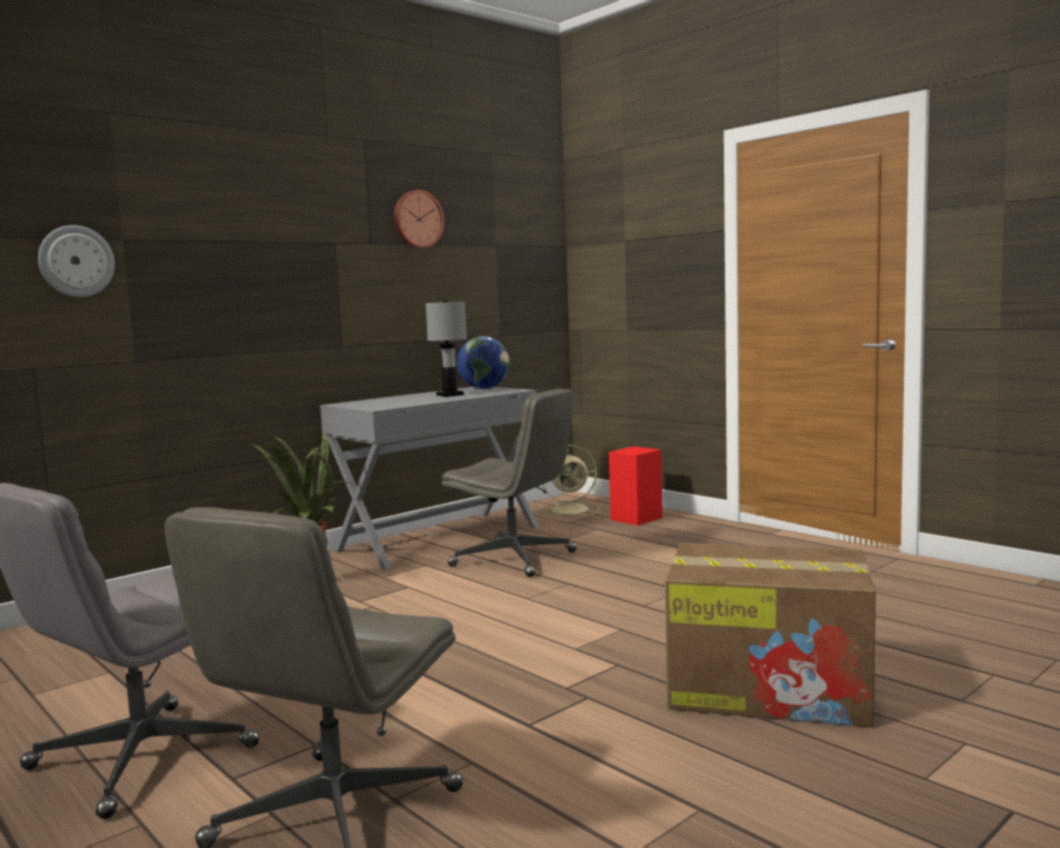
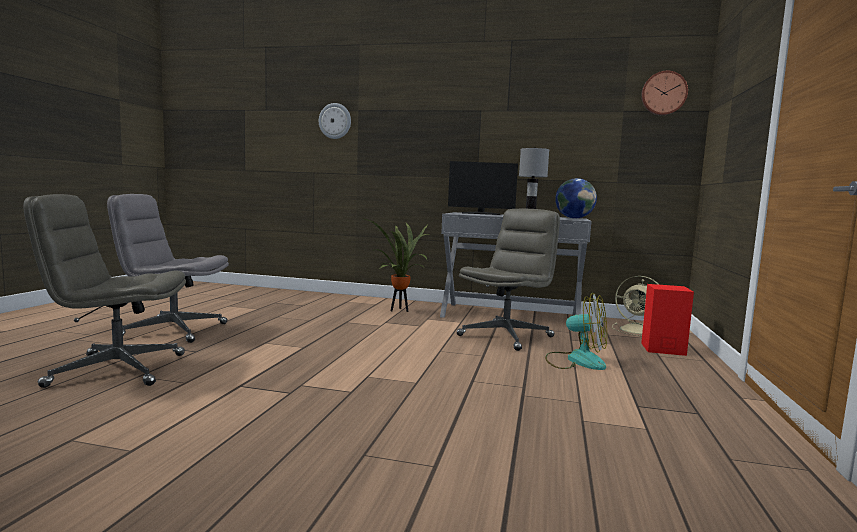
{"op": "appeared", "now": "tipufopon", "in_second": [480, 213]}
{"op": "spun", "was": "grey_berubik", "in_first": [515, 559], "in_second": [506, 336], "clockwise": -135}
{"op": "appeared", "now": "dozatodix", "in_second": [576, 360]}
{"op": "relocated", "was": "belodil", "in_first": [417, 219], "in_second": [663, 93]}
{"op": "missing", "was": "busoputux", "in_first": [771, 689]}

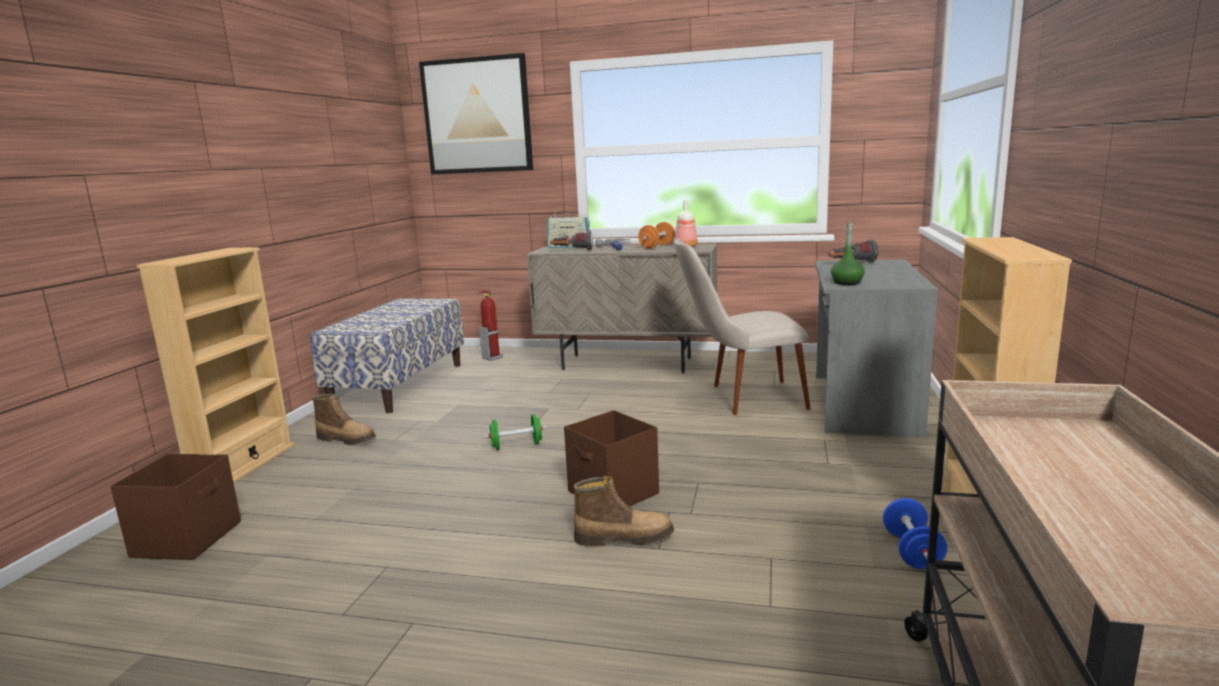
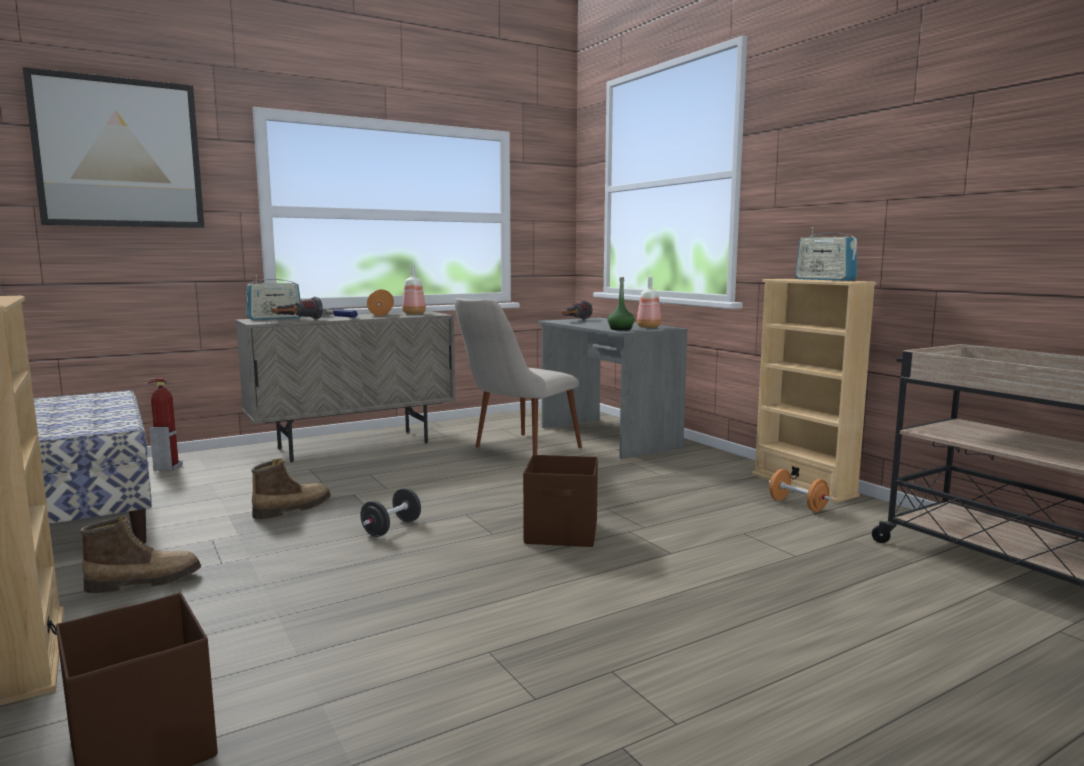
{"op": "relocated", "was": "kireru", "in_first": [624, 538], "in_second": [292, 509]}
{"op": "colour", "was": "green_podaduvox", "now": "black_podaduvox", "in_first": [517, 446], "in_second": [391, 528]}
{"op": "appeared", "now": "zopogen", "in_second": [648, 327]}
{"op": "colour", "was": "blue_podaduvox", "now": "orange_podaduvox", "in_first": [912, 551], "in_second": [797, 505]}
{"op": "appeared", "now": "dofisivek", "in_second": [824, 279]}

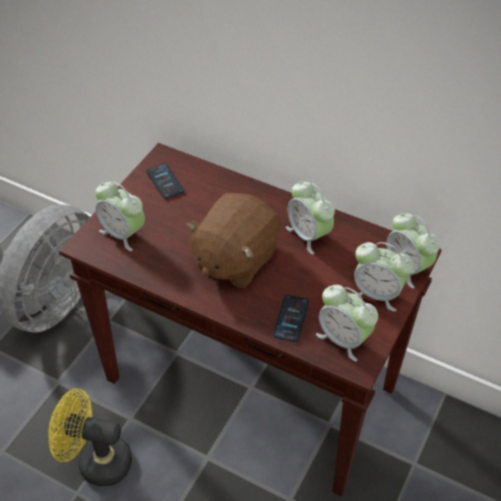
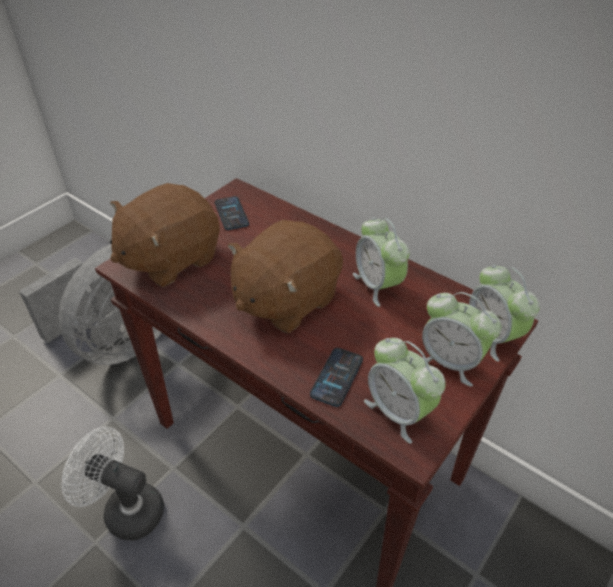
{"op": "colour", "was": "yellow_dozatodix", "now": "white_dozatodix", "in_first": [96, 461], "in_second": [126, 509]}
{"op": "exchanged", "was": "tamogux", "now": "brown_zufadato", "in_first": [123, 233], "in_second": [170, 258]}

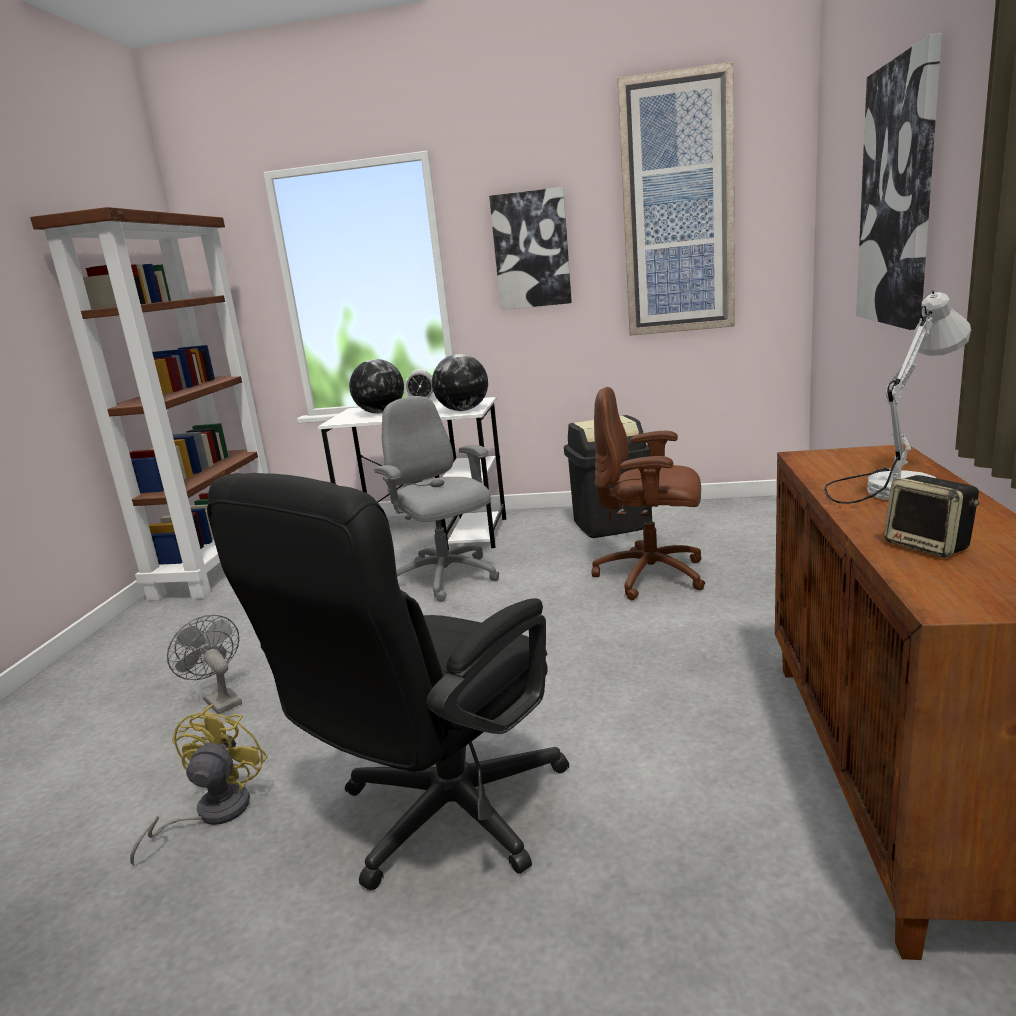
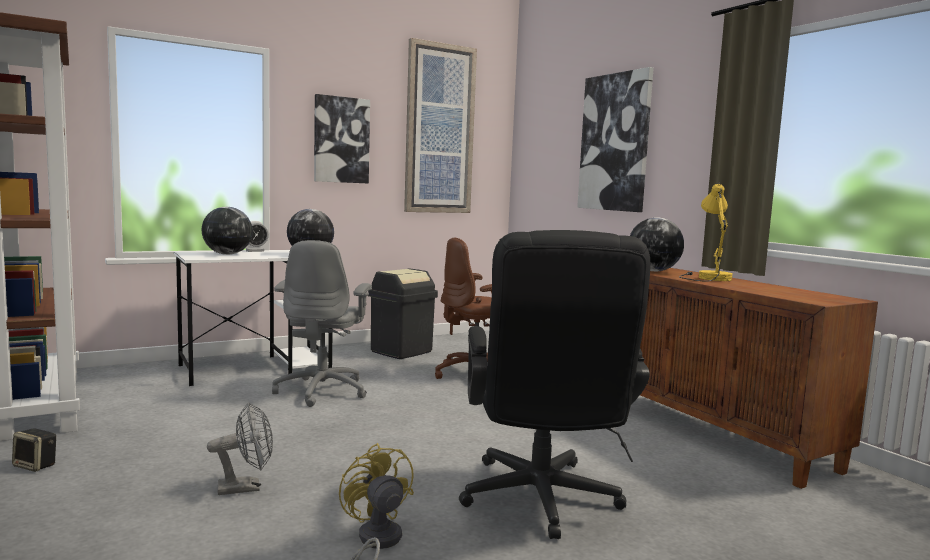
{"op": "relocated", "was": "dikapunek", "in_first": [929, 546], "in_second": [36, 465]}
{"op": "spun", "was": "grey_dozatodix", "in_first": [219, 700], "in_second": [246, 487], "clockwise": 150}
{"op": "spun", "was": "grey_berubik", "in_first": [446, 579], "in_second": [322, 391], "clockwise": -105}
{"op": "appeared", "now": "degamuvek", "in_second": [653, 271]}
{"op": "colour", "was": "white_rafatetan", "now": "yellow_rafatetan", "in_first": [888, 487], "in_second": [704, 278]}

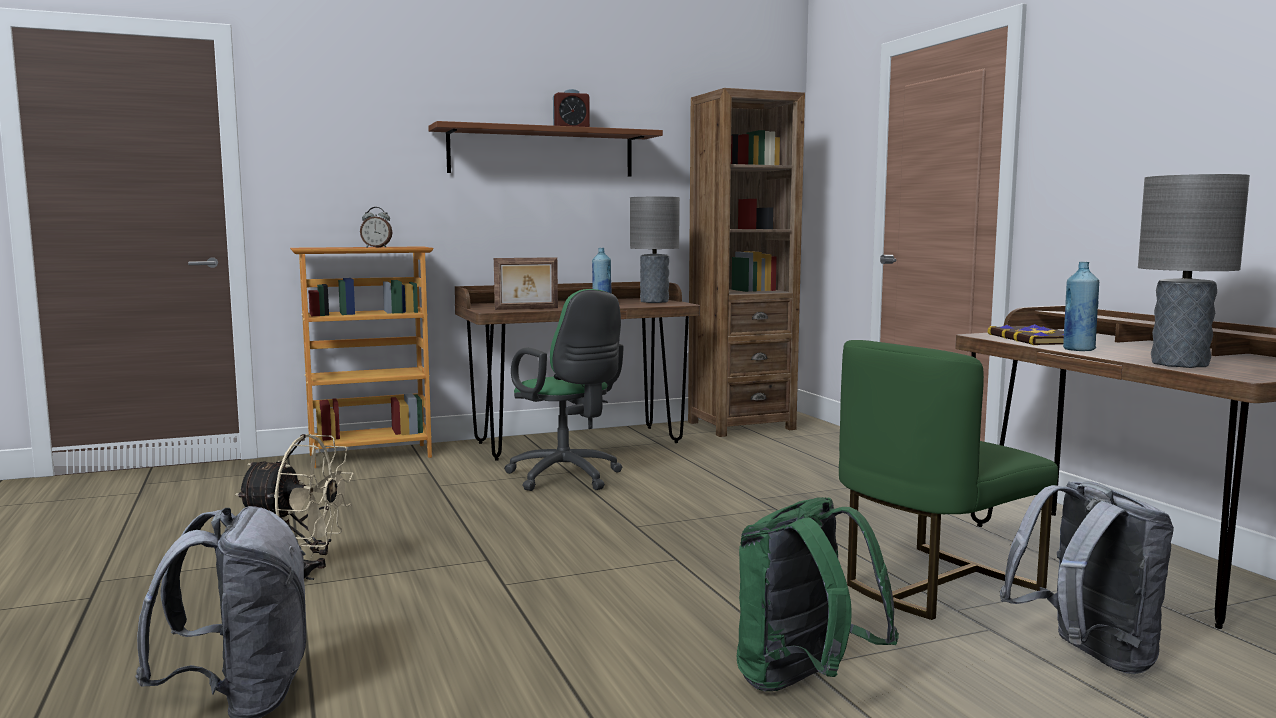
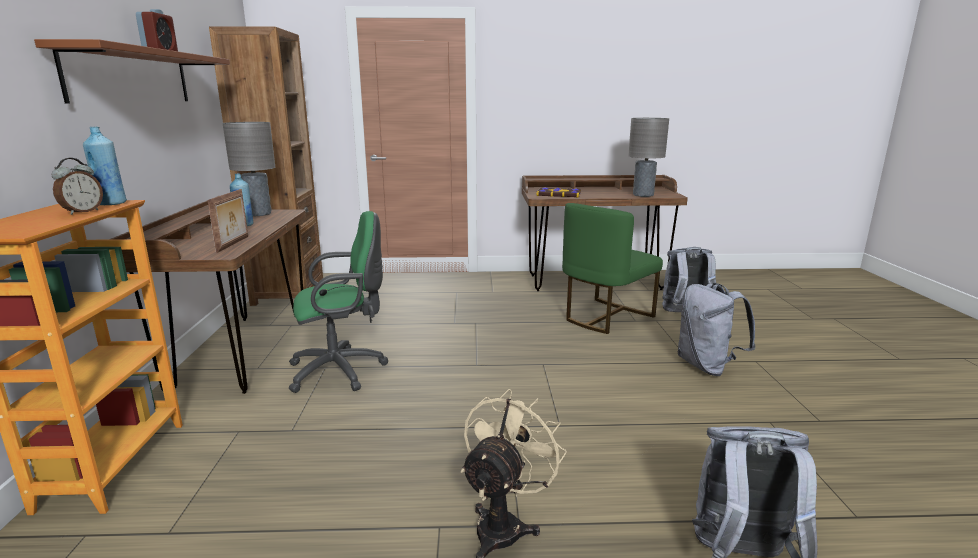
{"op": "relocated", "was": "blue_zopogen", "in_first": [1078, 350], "in_second": [112, 203]}
{"op": "spun", "was": "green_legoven", "in_first": [934, 584], "in_second": [605, 317], "clockwise": 60}
{"op": "colour", "was": "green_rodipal", "now": "grey_rodipal", "in_first": [803, 683], "in_second": [707, 366]}

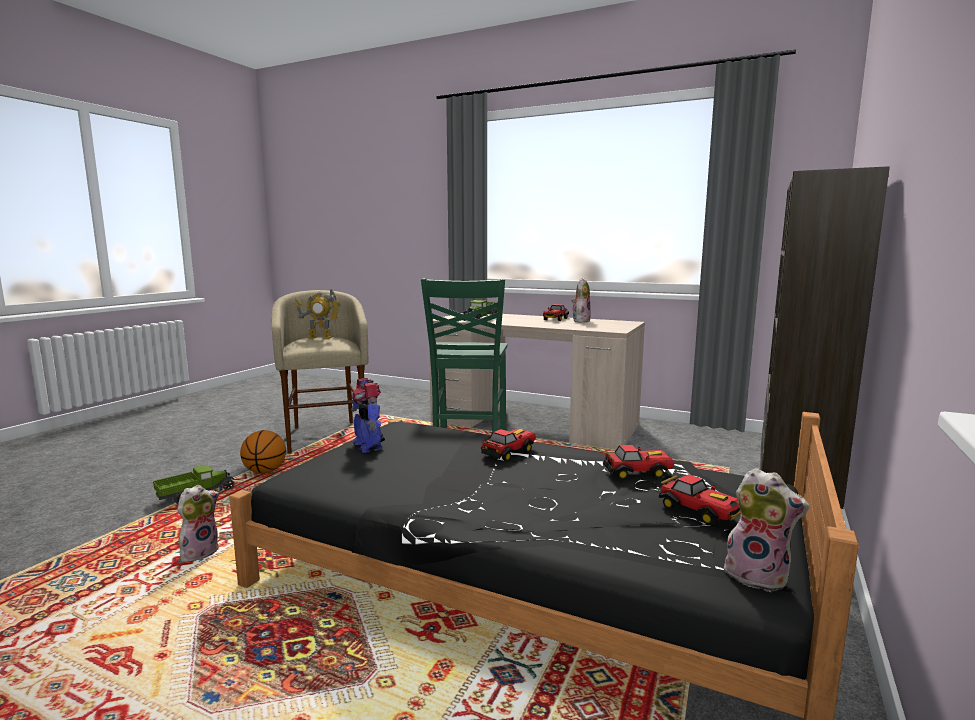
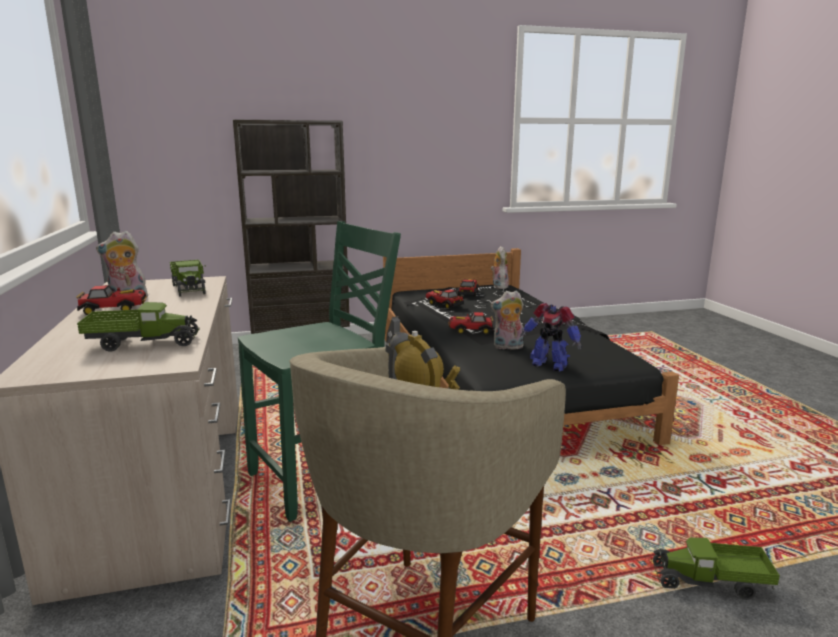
{"op": "appeared", "now": "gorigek", "in_second": [190, 288]}
{"op": "relocated", "was": "zufadato", "in_first": [200, 552], "in_second": [507, 347]}
{"op": "spun", "was": "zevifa", "in_first": [368, 445], "in_second": [549, 365], "clockwise": 105}
{"op": "missing", "was": "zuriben", "in_first": [265, 471]}

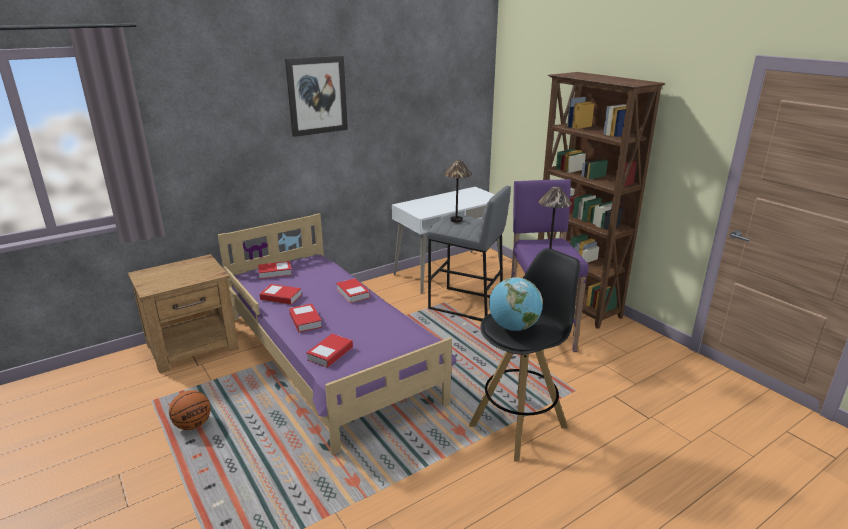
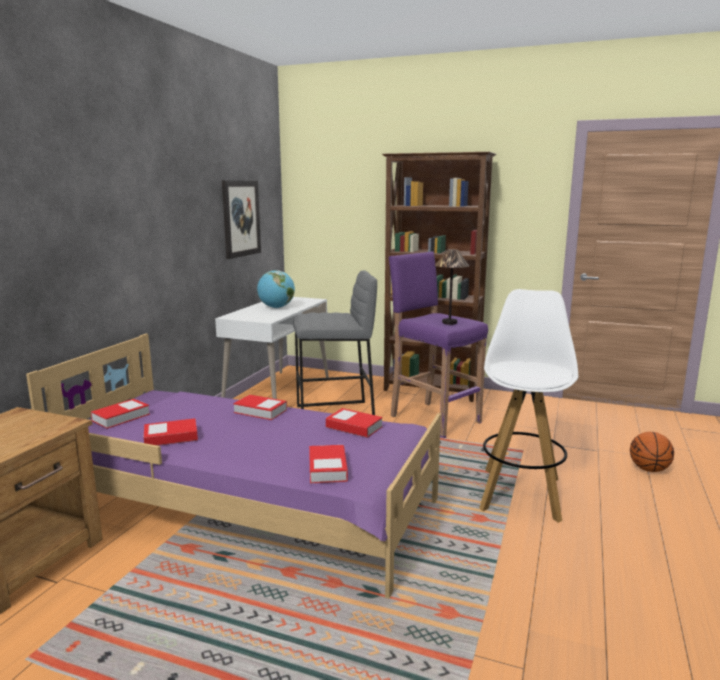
{"op": "relocated", "was": "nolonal", "in_first": [317, 95], "in_second": [241, 218]}
{"op": "relocated", "was": "degamuvek", "in_first": [513, 327], "in_second": [276, 307]}
{"op": "relocated", "was": "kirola", "in_first": [305, 321], "in_second": [354, 427]}
{"op": "colour", "was": "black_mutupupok", "now": "white_mutupupok", "in_first": [519, 425], "in_second": [520, 493]}
{"op": "relocated", "was": "zuriben", "in_first": [193, 425], "in_second": [648, 469]}
{"op": "missing", "was": "rafatetan", "in_first": [456, 220]}

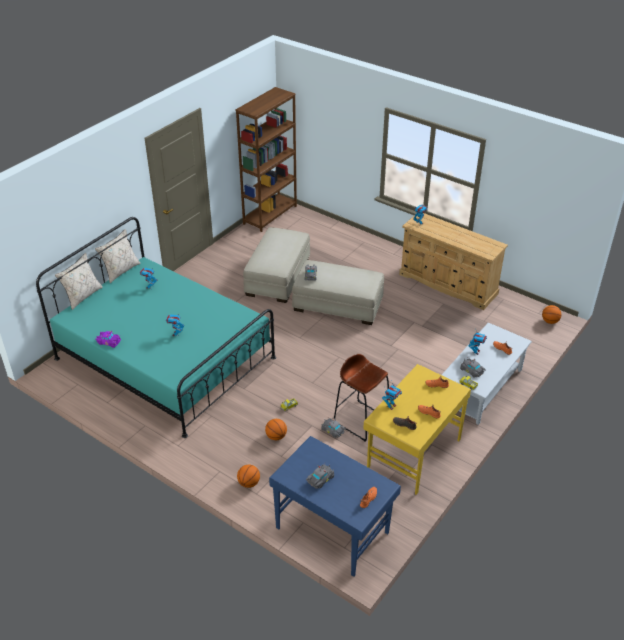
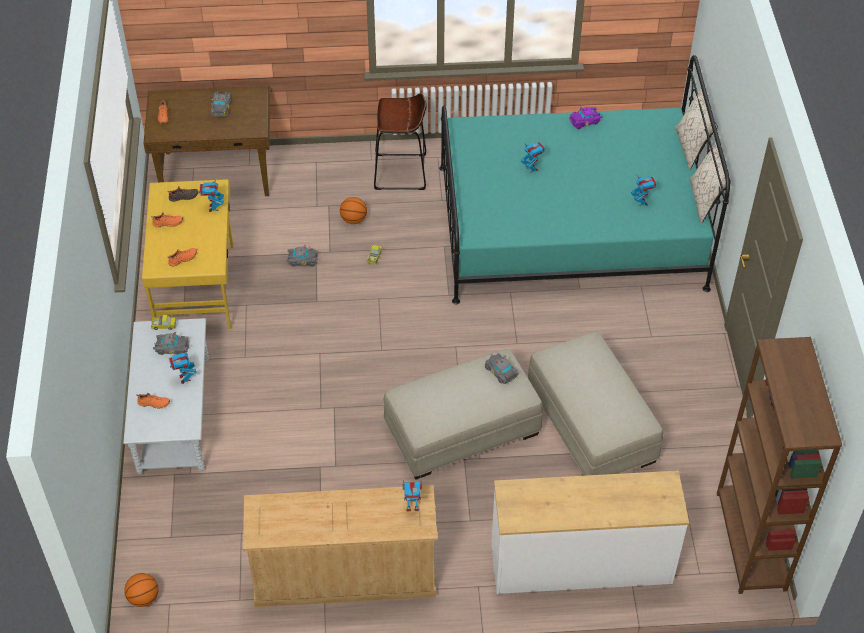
{"op": "colour", "was": "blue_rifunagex", "now": "brown_rifunagex", "in_first": [332, 529], "in_second": [217, 175]}
{"op": "relocated", "was": "brown_mutupupok", "in_first": [361, 420], "in_second": [400, 172]}
{"op": "appeared", "now": "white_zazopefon", "in_second": [581, 564]}
{"op": "missing", "was": "zuriben", "in_first": [249, 483]}

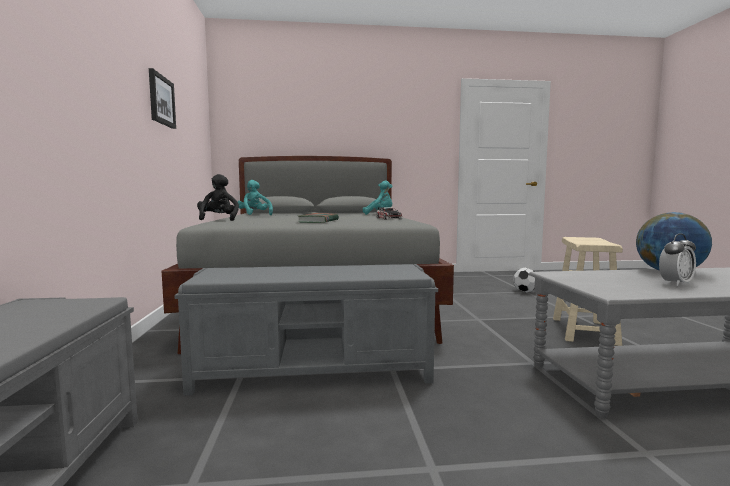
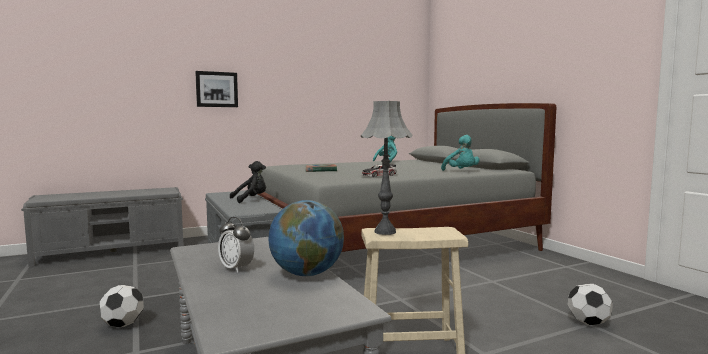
{"op": "appeared", "now": "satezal", "in_second": [123, 325]}
{"op": "relocated", "was": "nolonal", "in_first": [161, 100], "in_second": [216, 89]}
{"op": "relocated", "was": "black_zufadato", "in_first": [218, 220], "in_second": [251, 199]}
{"op": "appeared", "now": "grey_rafatetan", "in_second": [385, 232]}

